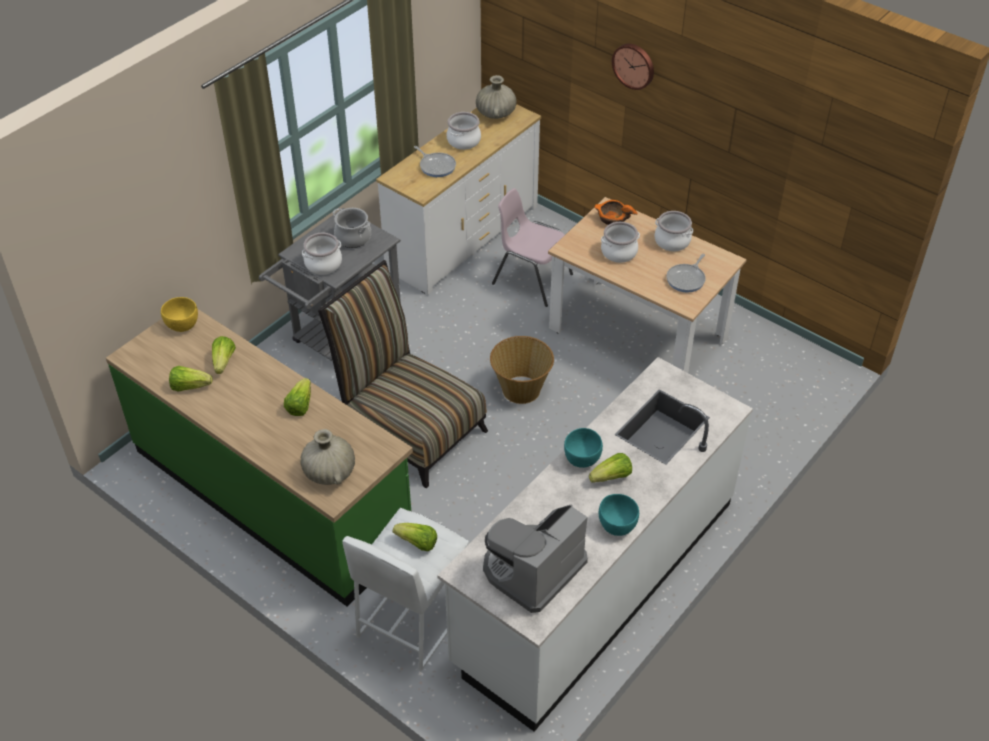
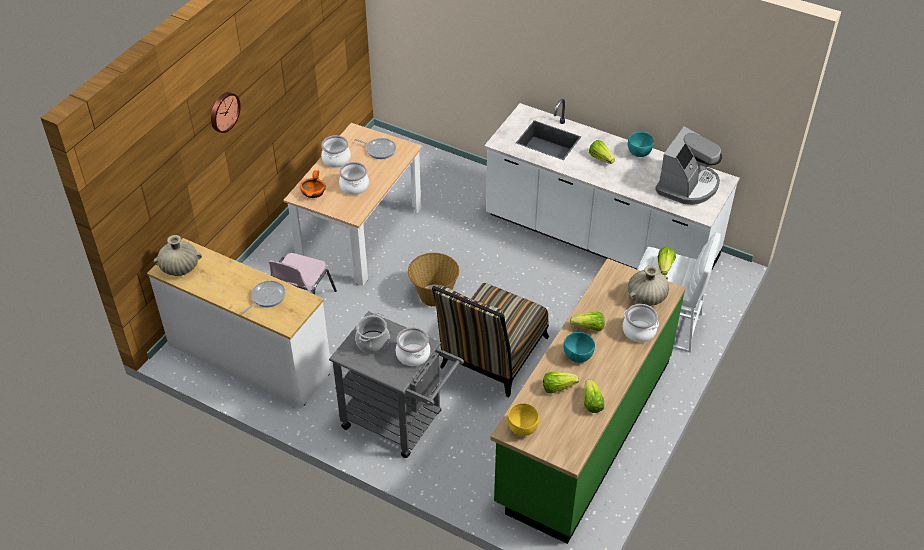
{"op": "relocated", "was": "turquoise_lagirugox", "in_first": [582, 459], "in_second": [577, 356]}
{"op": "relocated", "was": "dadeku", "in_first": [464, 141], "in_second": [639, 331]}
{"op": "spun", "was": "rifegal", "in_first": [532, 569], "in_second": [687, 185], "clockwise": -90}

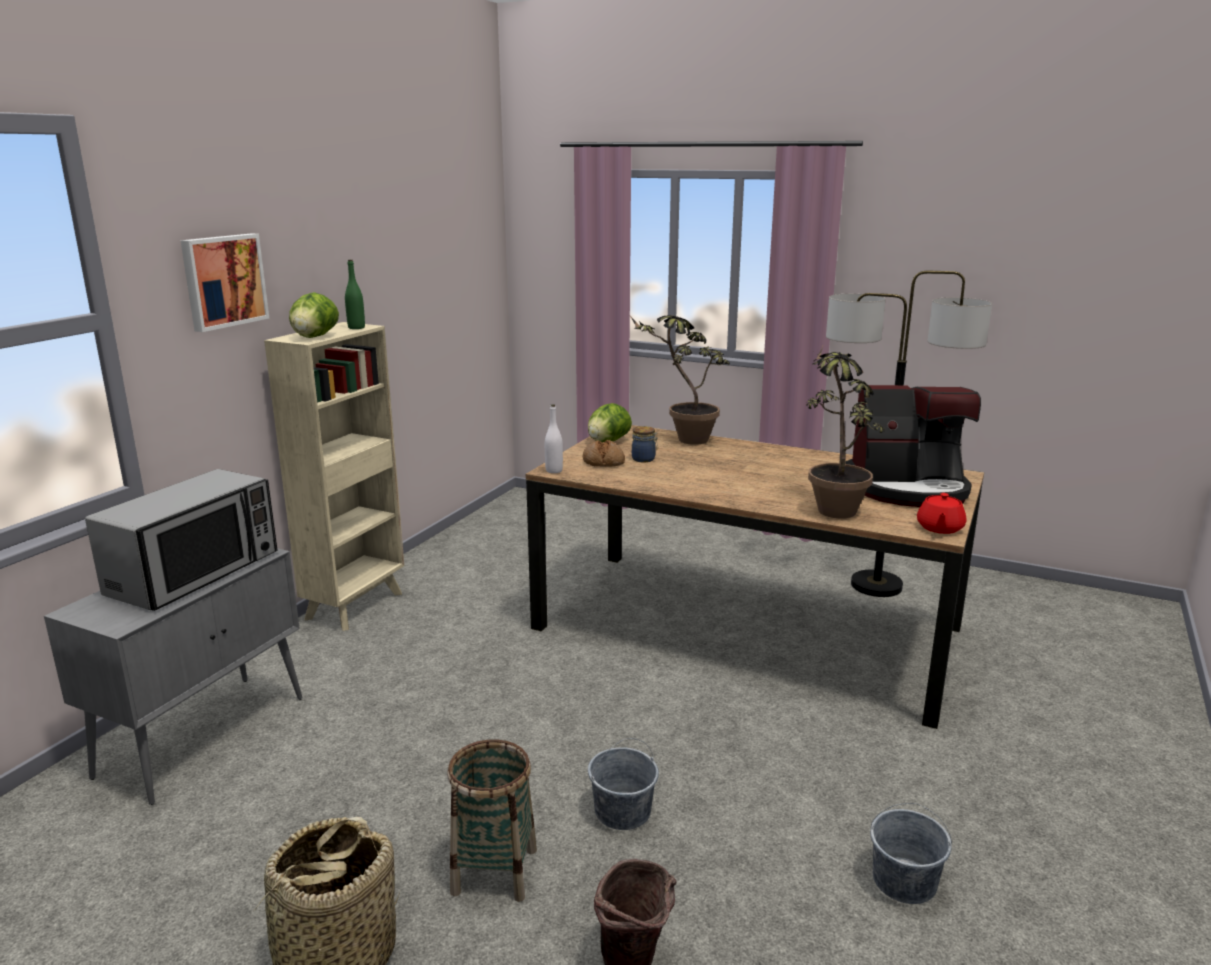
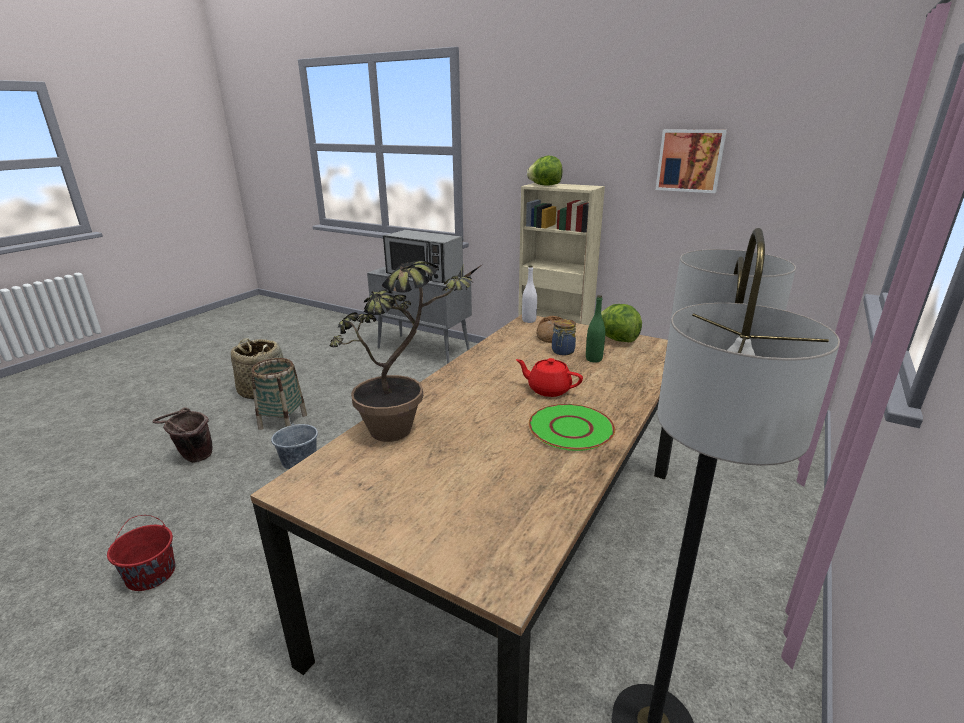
{"op": "colour", "was": "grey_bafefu", "now": "red_bafefu", "in_first": [905, 881], "in_second": [150, 574]}
{"op": "relocated", "was": "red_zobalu", "in_first": [939, 528], "in_second": [548, 389]}
{"op": "appeared", "now": "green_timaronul", "in_second": [570, 428]}
{"op": "relocated", "was": "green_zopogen", "in_first": [356, 328], "in_second": [594, 359]}
{"op": "relocated", "was": "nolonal", "in_first": [223, 281], "in_second": [690, 160]}
{"op": "missing", "was": "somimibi", "in_first": [682, 439]}
{"op": "missing", "was": "rifegal", "in_first": [908, 488]}

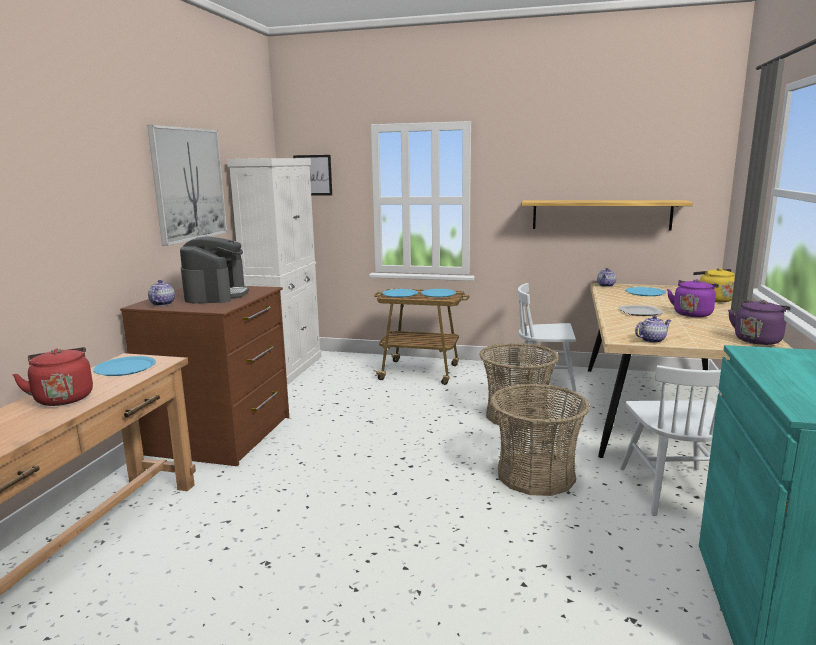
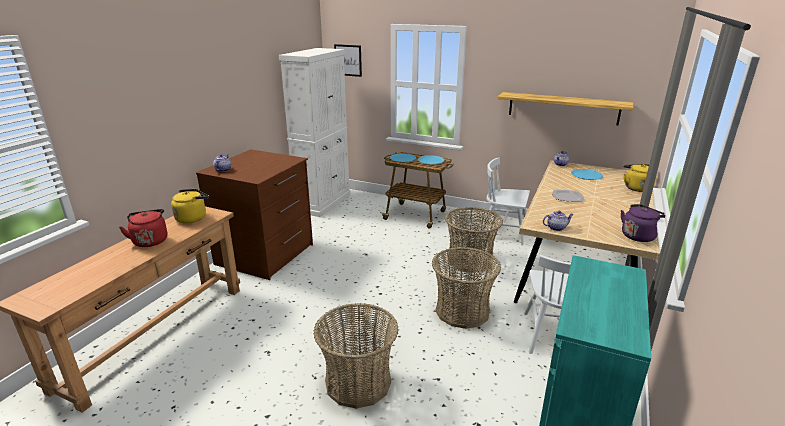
{"op": "exchanged", "was": "blue_timaronul", "now": "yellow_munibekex", "in_first": [125, 367], "in_second": [192, 218]}
{"op": "appeared", "now": "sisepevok", "in_second": [358, 382]}
{"op": "missing", "was": "nolonal", "in_first": [189, 184]}
{"op": "missing", "was": "rifegal", "in_first": [216, 295]}
{"op": "missing", "was": "purple_munibekex", "in_first": [692, 313]}

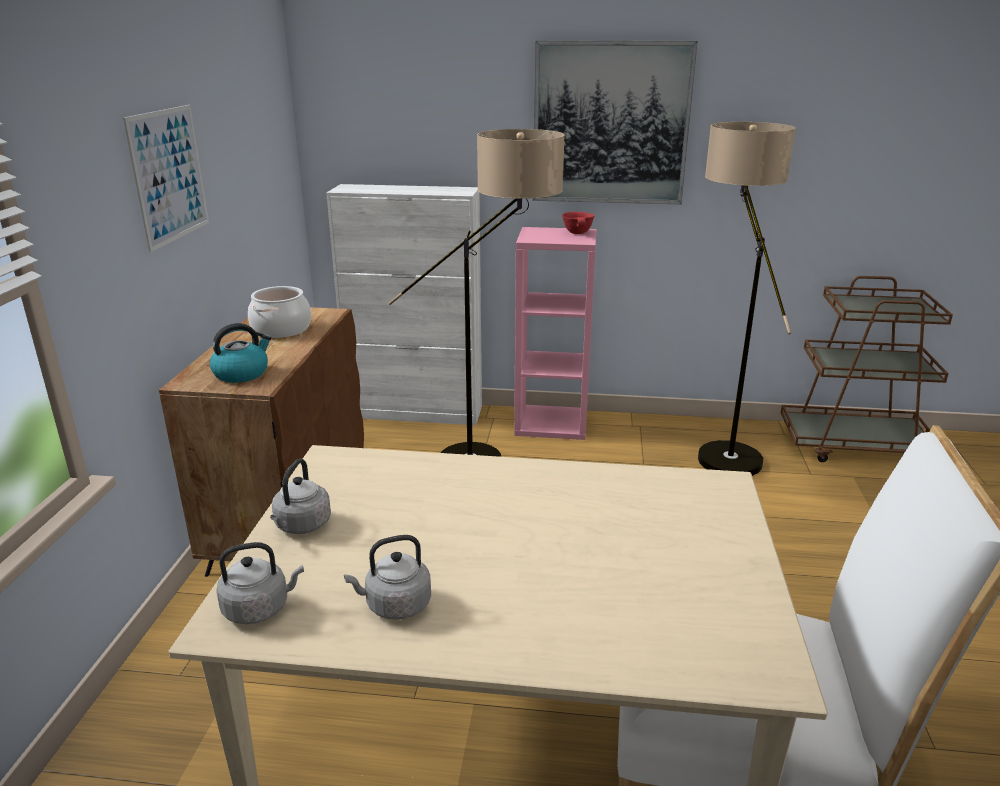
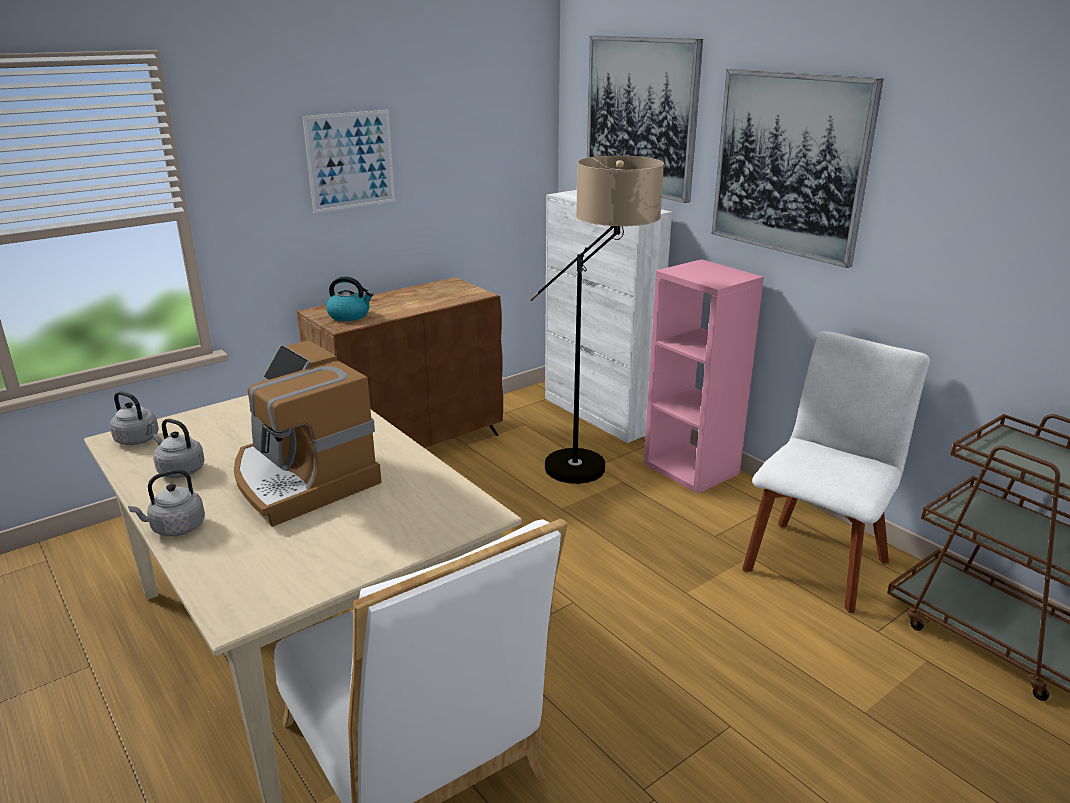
{"op": "relocated", "was": "grey_munibekex", "in_first": [301, 526], "in_second": [175, 528]}
{"op": "appeared", "now": "rifegal", "in_second": [301, 479]}
{"op": "appeared", "now": "nolonal", "in_second": [641, 116]}
{"op": "exchanged", "was": "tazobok", "now": "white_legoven", "in_first": [719, 448], "in_second": [817, 561]}
{"op": "missing", "was": "dadeku", "in_first": [281, 329]}
{"op": "missing", "was": "red_lagirugox", "in_first": [578, 233]}

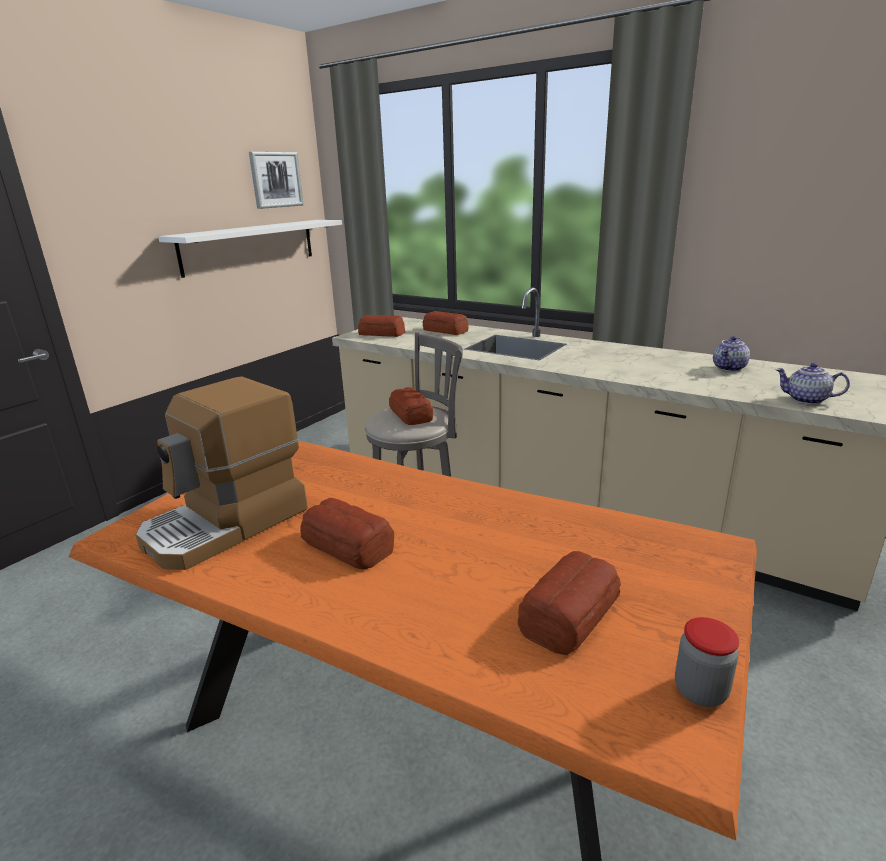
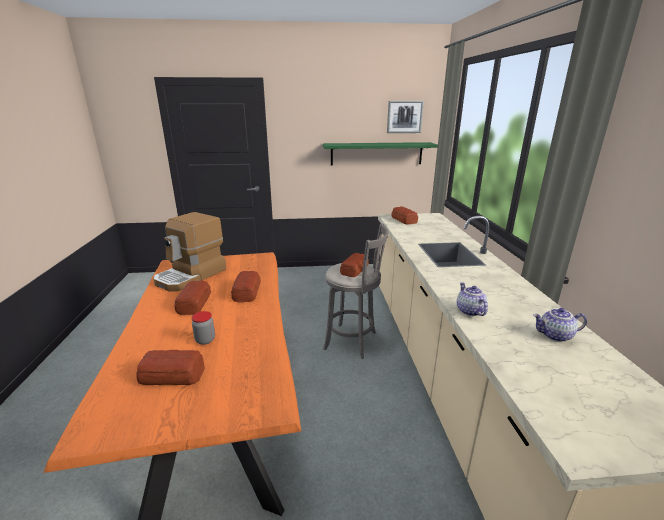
{"op": "spun", "was": "rifegal", "in_first": [227, 524], "in_second": [191, 276], "clockwise": -60}
{"op": "relocated", "was": "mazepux", "in_first": [700, 691], "in_second": [205, 340]}
{"op": "relocated", "was": "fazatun", "in_first": [445, 330], "in_second": [246, 292]}
{"op": "colour", "was": "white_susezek", "now": "green_susezek", "in_first": [249, 246], "in_second": [376, 153]}
{"op": "relocated", "was": "zobalu", "in_first": [806, 400], "in_second": [469, 311]}

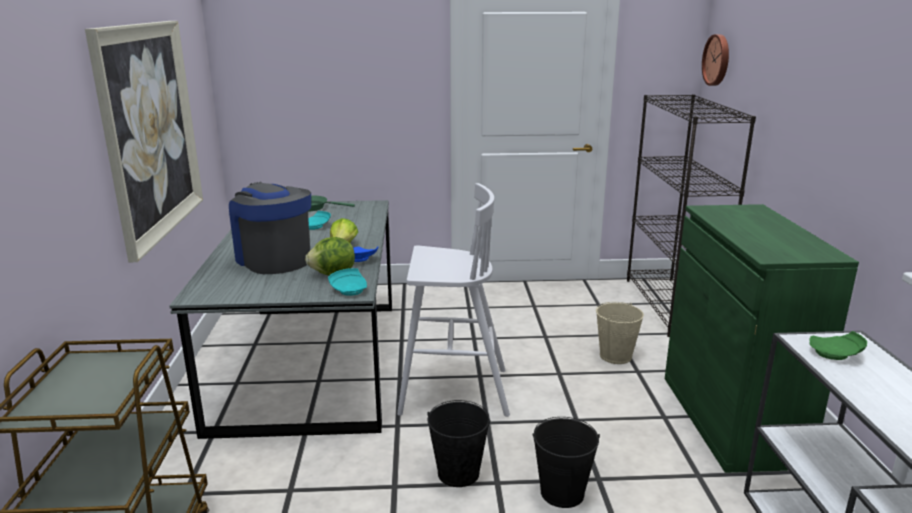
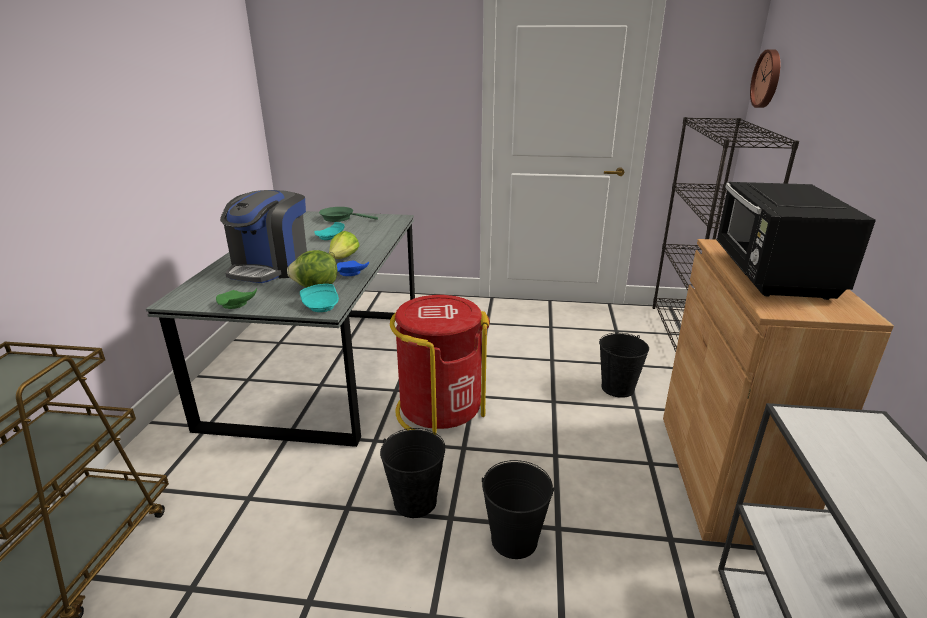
{"op": "relocated", "was": "green_timaronul", "in_first": [835, 354], "in_second": [236, 305]}
{"op": "spun", "was": "rifegal", "in_first": [273, 259], "in_second": [271, 268], "clockwise": -135}
{"op": "exchanged", "was": "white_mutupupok", "now": "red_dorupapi", "in_first": [451, 392], "in_second": [439, 410]}
{"op": "colour", "was": "beige_bafefu", "now": "black_bafefu", "in_first": [616, 356], "in_second": [618, 388]}
{"op": "colour", "was": "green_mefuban", "now": "brown_mefuban", "in_first": [730, 419], "in_second": [724, 475]}
{"op": "appeared", "now": "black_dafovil", "in_second": [772, 275]}
{"op": "missing", "was": "nolonal", "in_first": [150, 131]}

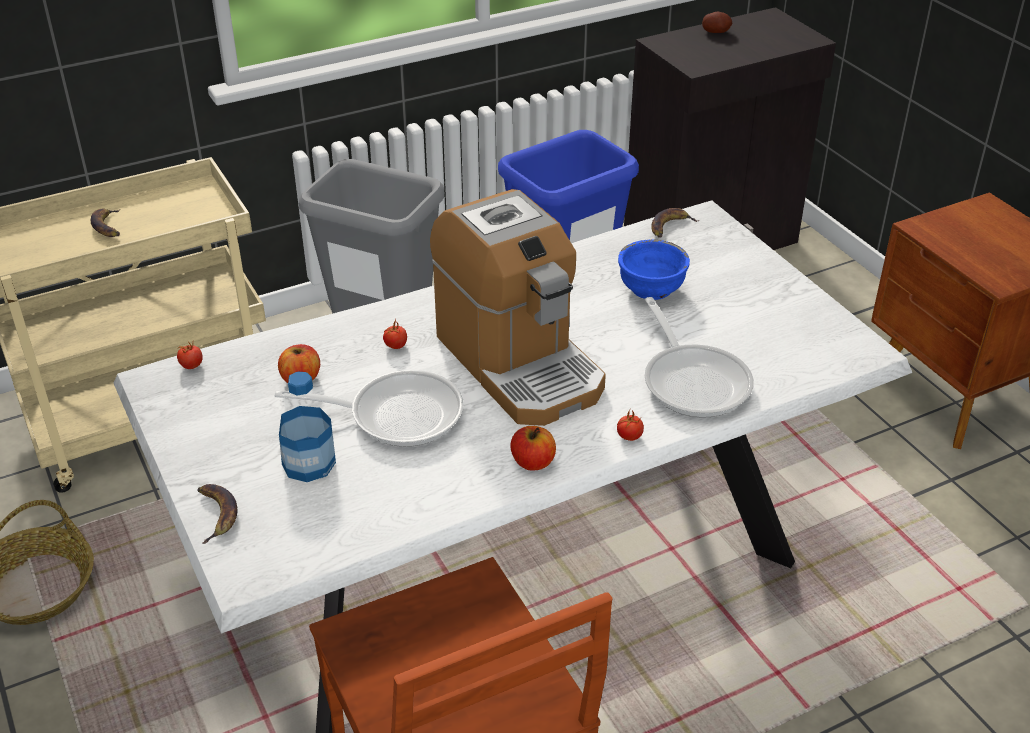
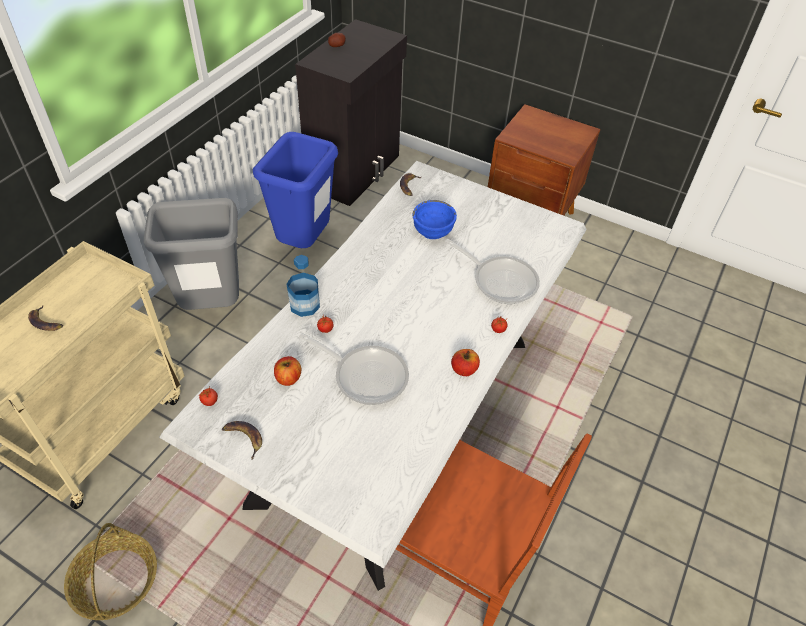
{"op": "relocated", "was": "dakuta", "in_first": [216, 514], "in_second": [244, 438]}
{"op": "relocated", "was": "zopogen", "in_first": [308, 463], "in_second": [304, 305]}
{"op": "spun", "was": "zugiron", "in_first": [396, 414], "in_second": [365, 375], "clockwise": 60}
{"op": "missing", "was": "rifegal", "in_first": [519, 363]}

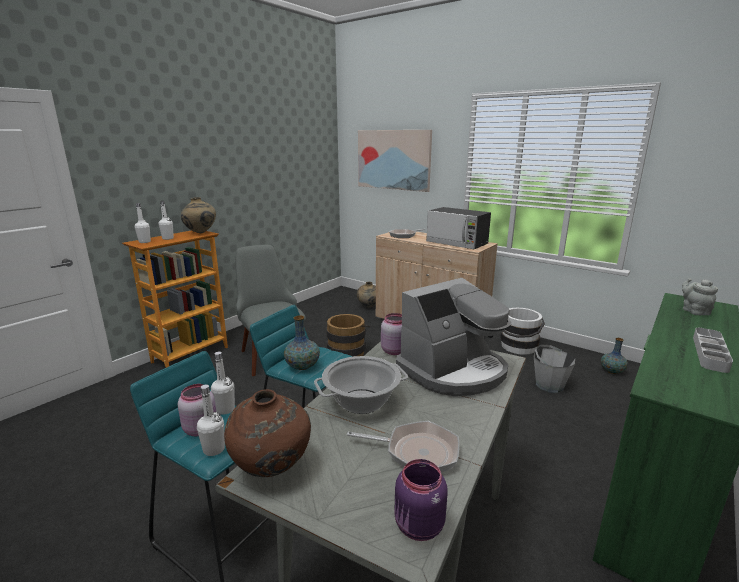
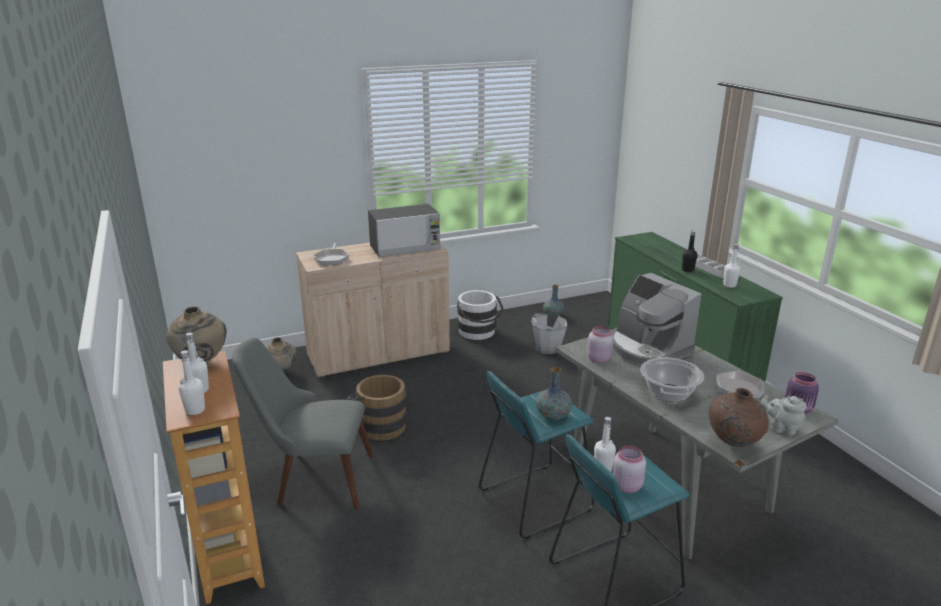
{"op": "spun", "was": "rifegal", "in_first": [453, 371], "in_second": [647, 348], "clockwise": 150}
{"op": "appeared", "now": "black_zopogen", "in_second": [687, 270]}
{"op": "relocated", "was": "white_zopogen", "in_first": [214, 449], "in_second": [729, 285]}
{"op": "relocated", "was": "grey_zobalu", "in_first": [694, 311], "in_second": [781, 428]}
{"op": "missing", "was": "nolonal", "in_first": [393, 159]}

